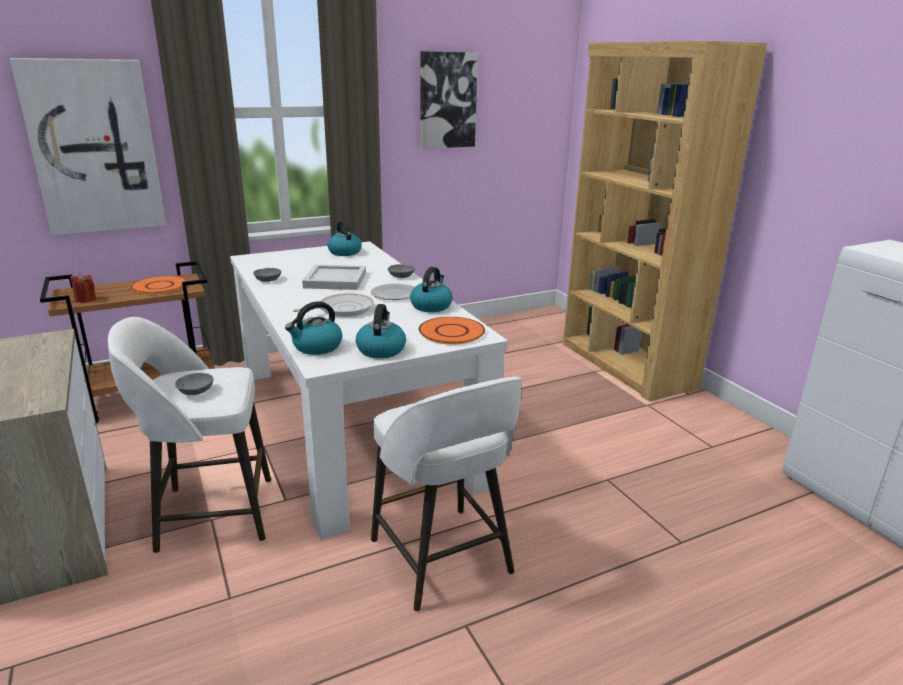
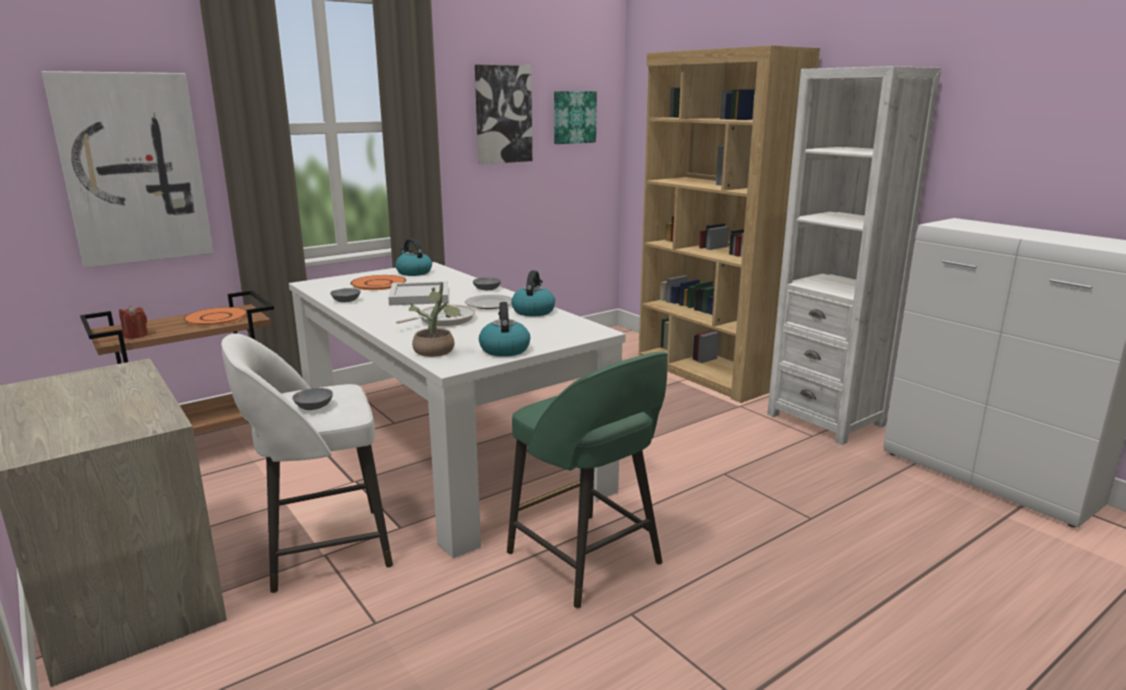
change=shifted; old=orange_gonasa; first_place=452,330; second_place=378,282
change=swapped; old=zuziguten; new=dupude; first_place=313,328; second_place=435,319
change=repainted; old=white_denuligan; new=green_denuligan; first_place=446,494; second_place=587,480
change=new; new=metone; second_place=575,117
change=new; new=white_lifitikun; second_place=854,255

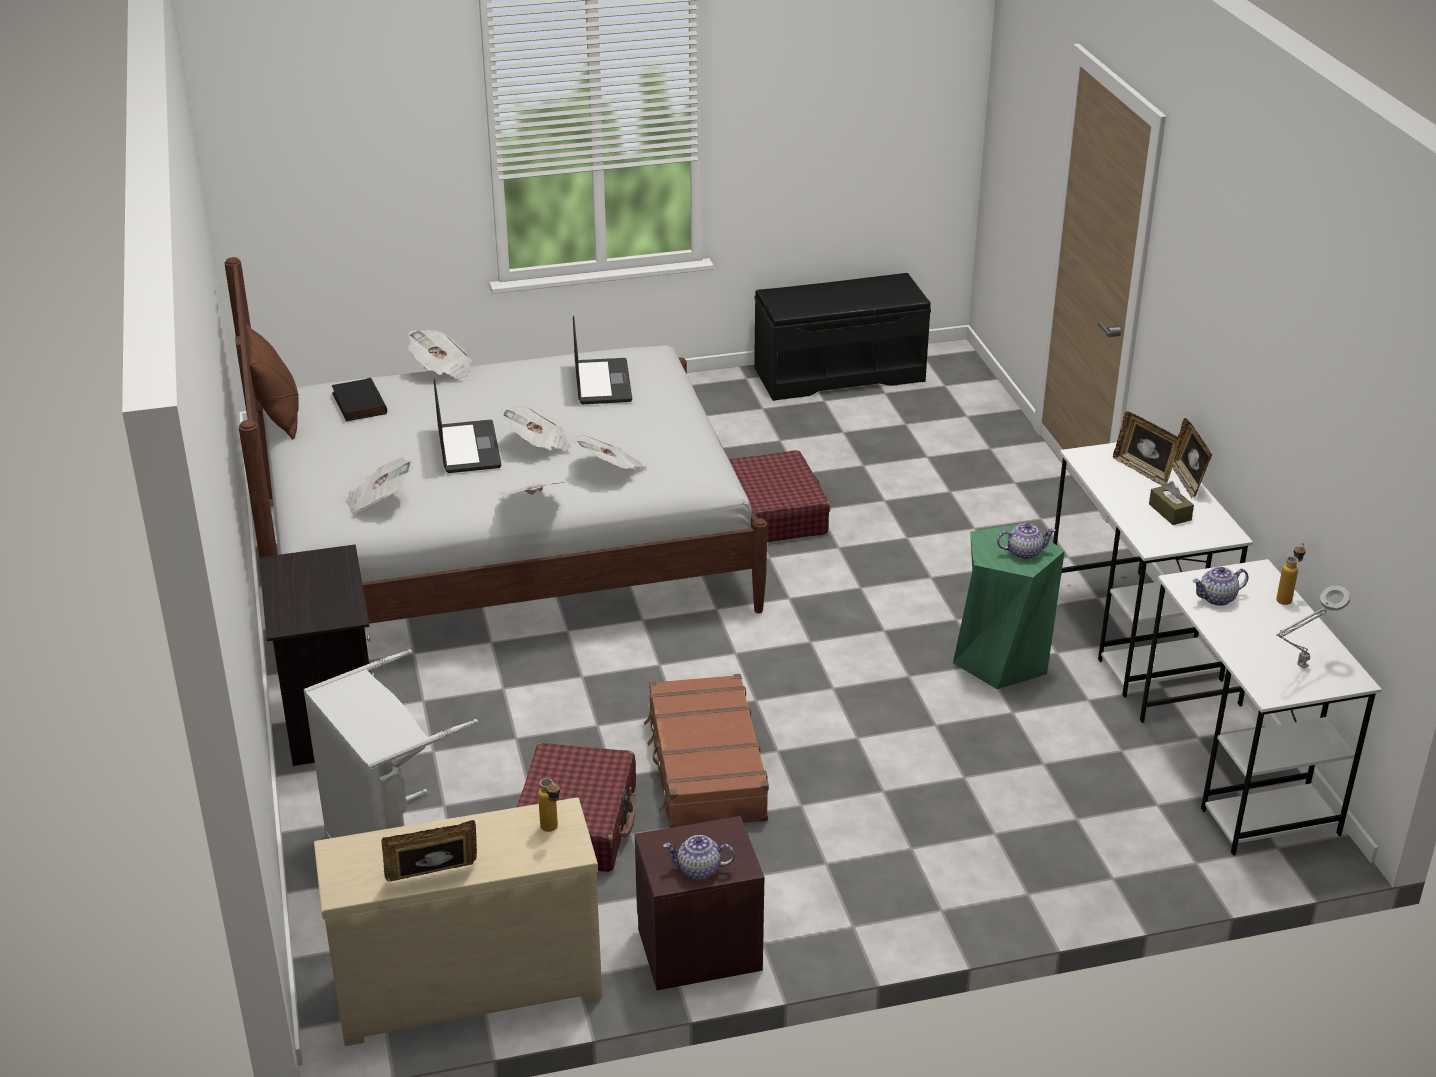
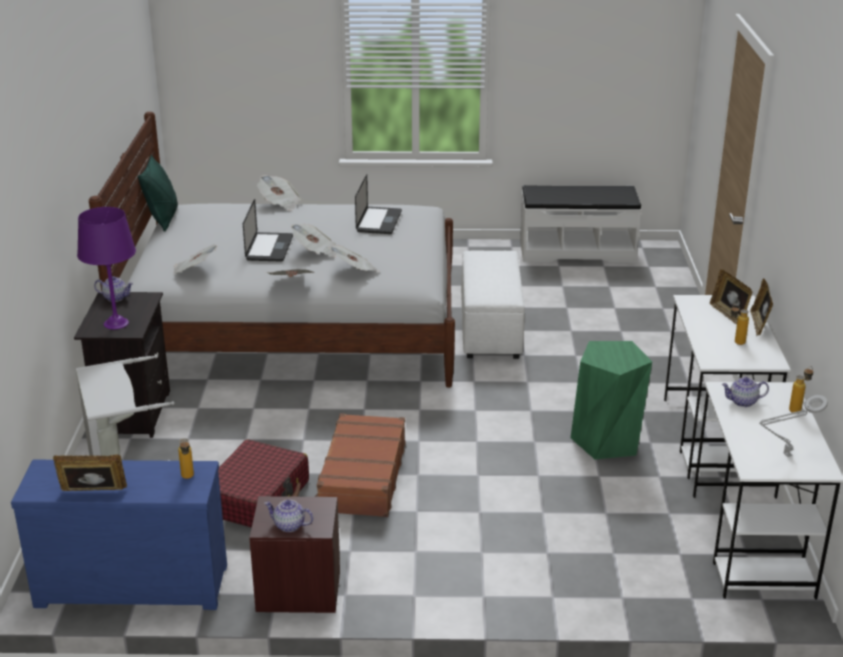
change=repainted; old=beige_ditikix; new=blue_ditikix; first_place=458,922; second_place=119,535
change=new; new=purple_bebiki; second_place=106,268
change=shifted; old=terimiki; first_place=1026,541; second_place=113,289
change=repainted; old=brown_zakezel; new=green_zakezel; first_place=272,381; second_place=158,193
change=swapped; old=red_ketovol; new=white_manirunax; first_place=779,496; second_place=493,305
change=repainted; old=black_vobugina; new=white_vobugina; first_place=842,337; second_place=580,224
change=swapped; old=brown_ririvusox; new=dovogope; first_place=1171,503; second_place=740,325
change=gone; old=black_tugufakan; first_place=359,399

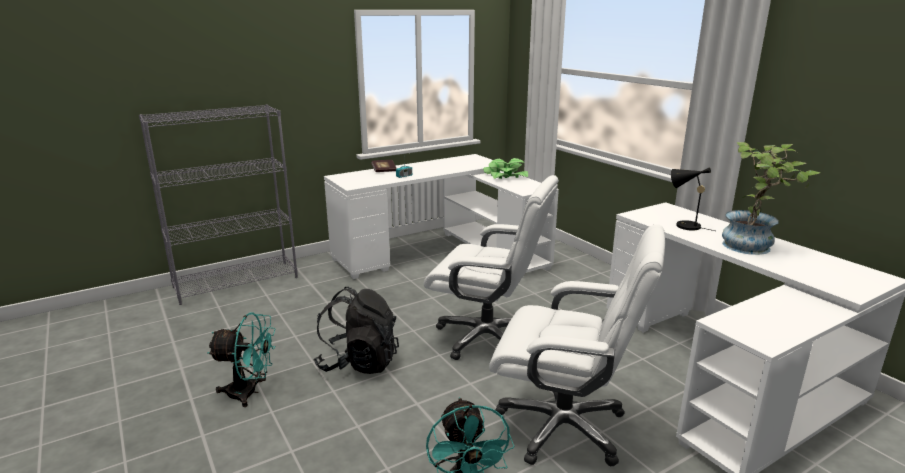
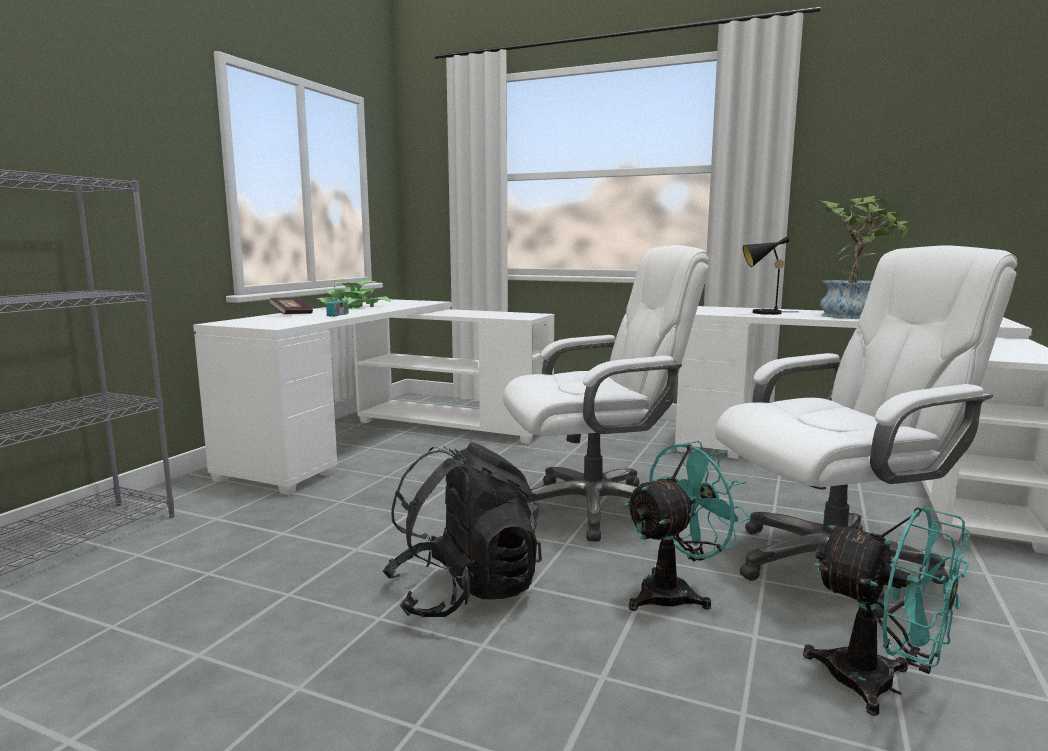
change=shifted; old=dupude; first_place=505,168; second_place=354,294
change=shifted; old=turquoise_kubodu; first_place=242,359; second_place=687,526

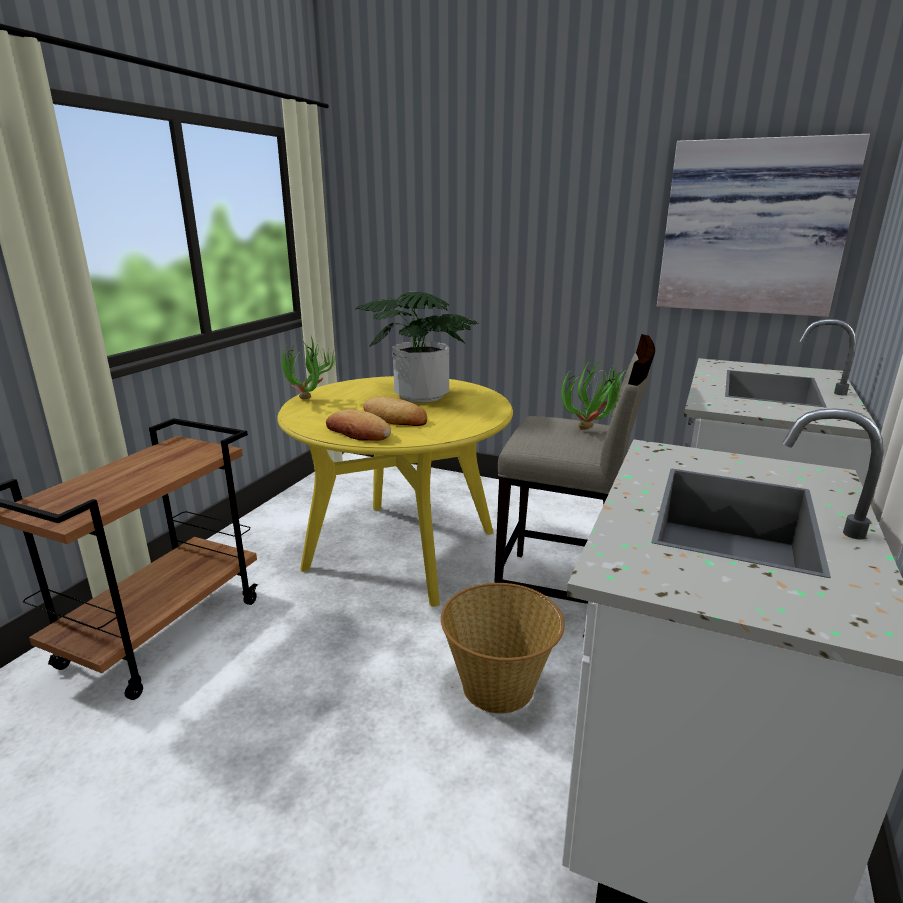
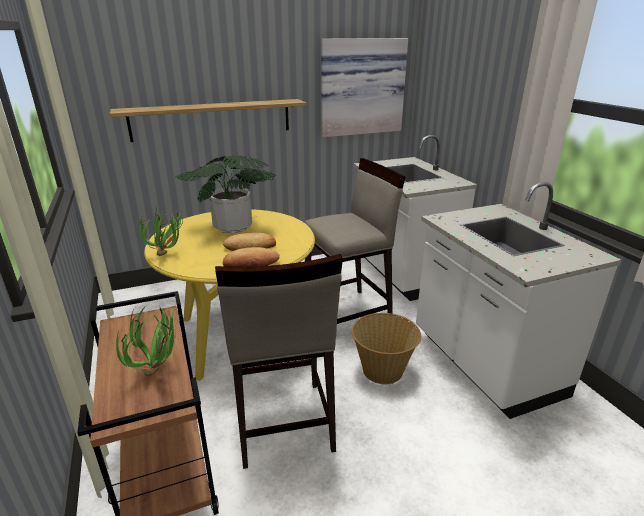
change=new; new=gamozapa; second_place=208,120
change=shifted; old=dupude; first_place=595,393; second_place=146,341
change=new; new=beige_denuligan; second_place=279,361

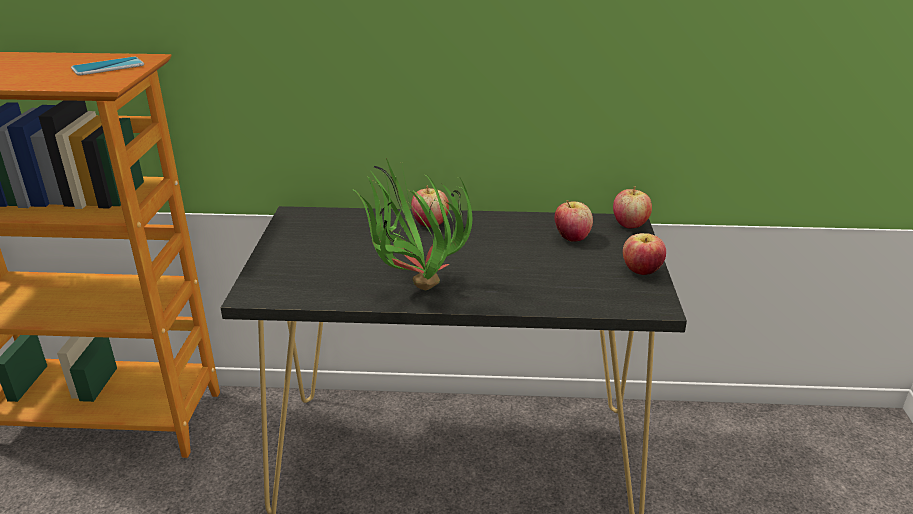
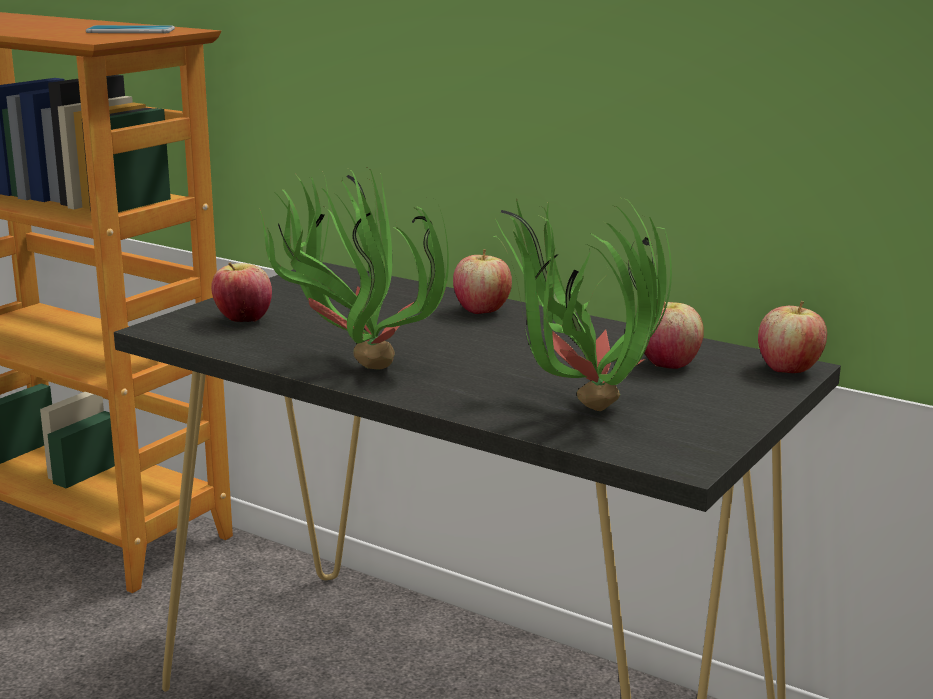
change=shifted; old=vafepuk; first_place=644,254; second_place=241,292
change=new; new=dupude; second_place=582,305

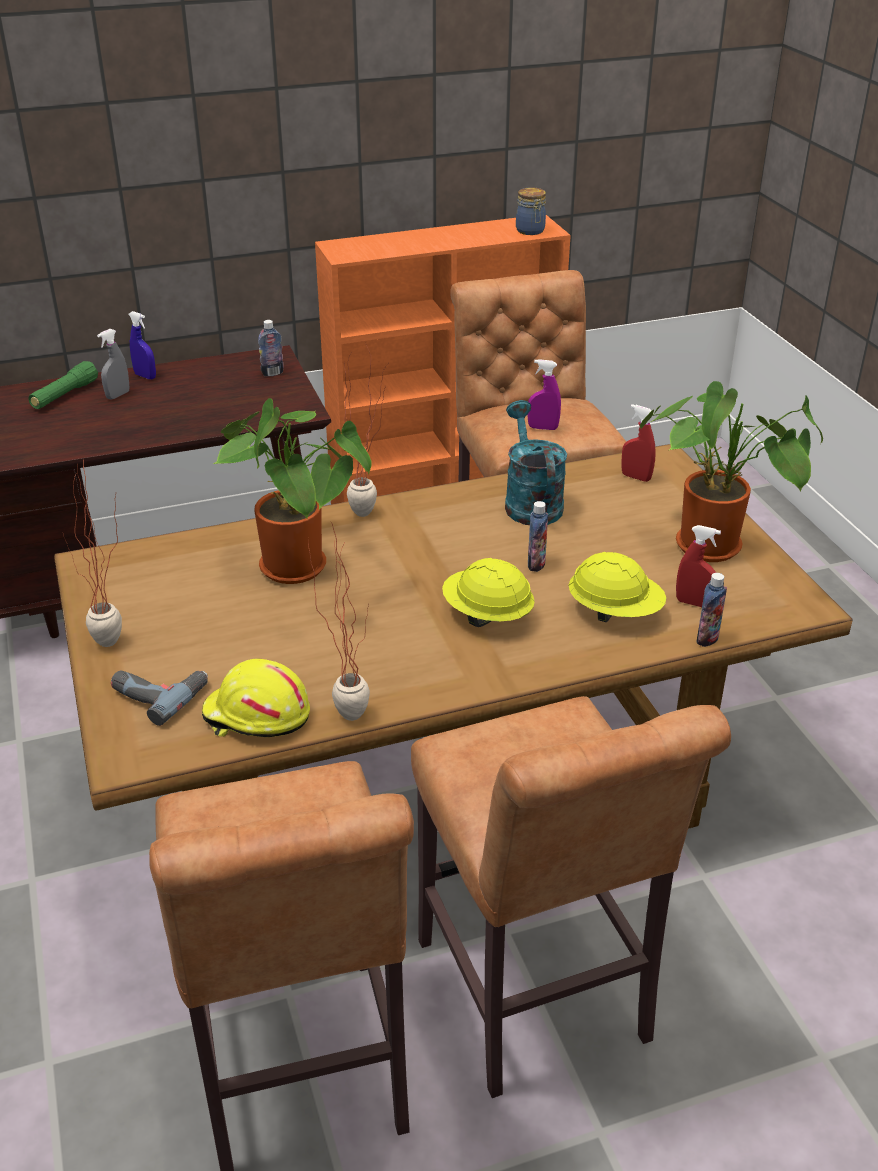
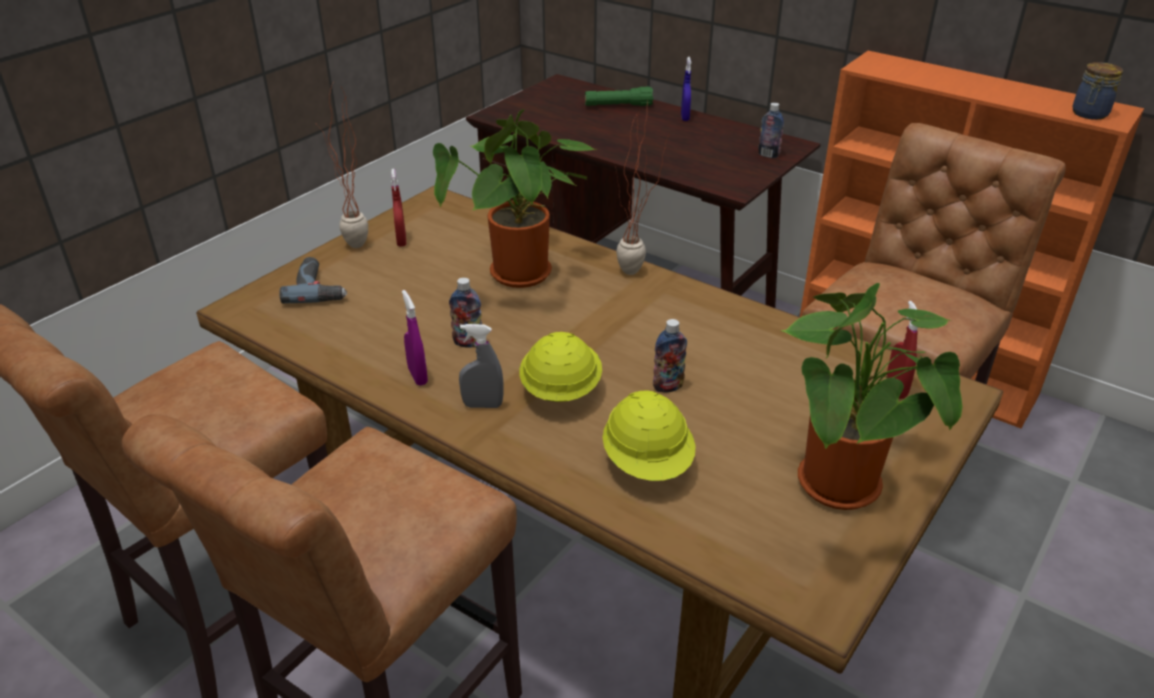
change=shifted; old=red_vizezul; first_place=698,566; second_place=398,208
change=shifted; old=purple_vizezul; first_place=544,394; second_place=415,338
change=shifted; old=dovogope; first_place=712,610; second_place=465,312
change=shifted; old=grey_vizezul; first_place=113,364; second_place=481,366
change=gone; old=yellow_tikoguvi; first_place=256,698
change=gone; old=dupude; first_place=339,620
change=gone; old=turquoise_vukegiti; first_place=536,462

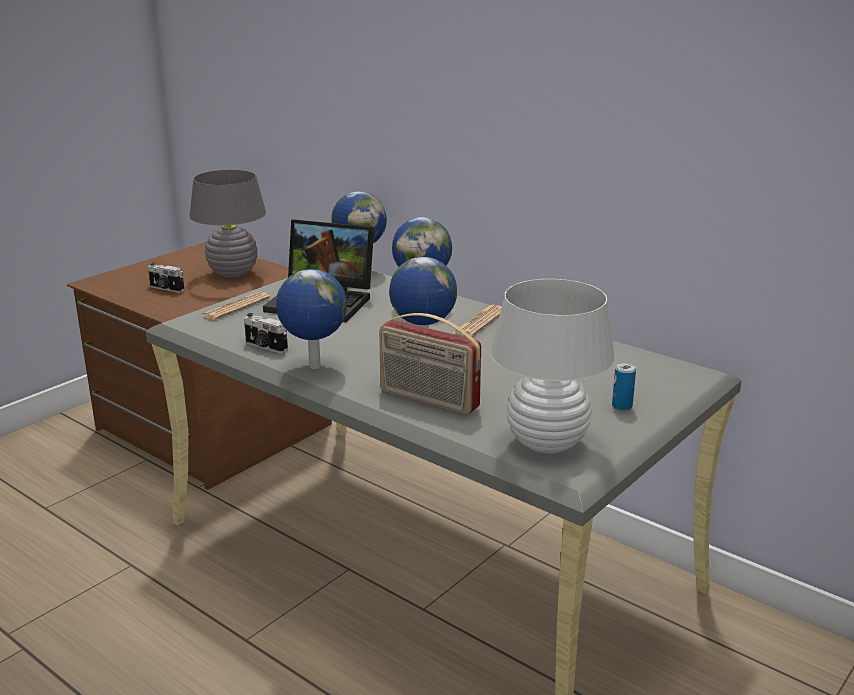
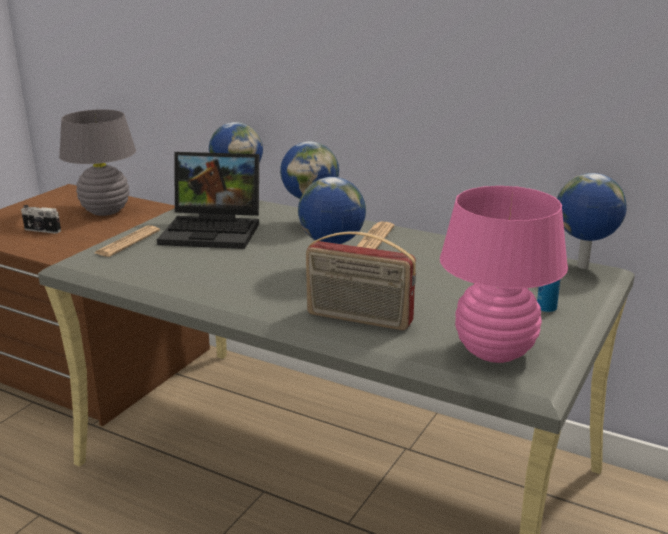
change=repainted; old=white_bebiki; new=pink_bebiki; first_place=552,366; second_place=504,274
change=shifted; old=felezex; first_place=311,319; second_place=592,221
change=gone; old=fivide; first_place=266,333

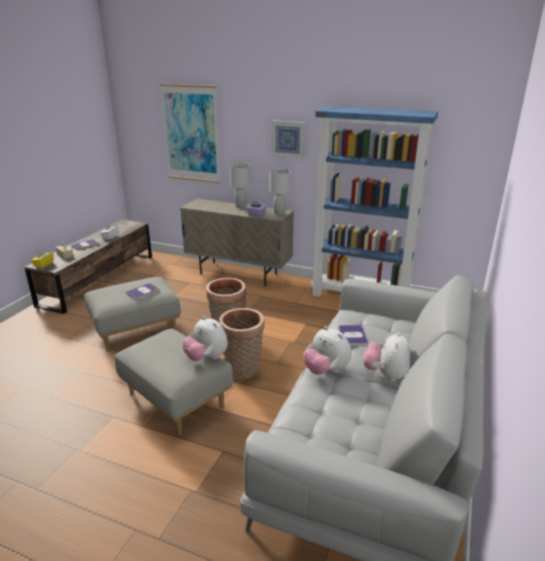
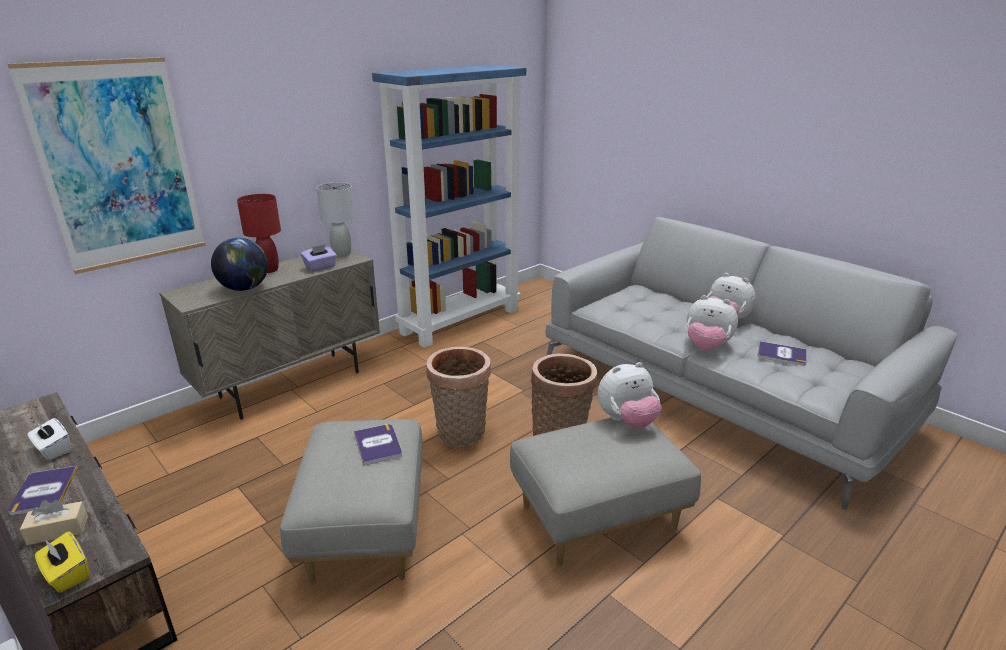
change=new; new=felezex; second_place=239,264
change=repainted; old=grey_bebiki; new=red_bebiki; first_place=240,186; second_place=259,233
change=rotated; old=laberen; first_place=327,350; second_place=712,323; degrees=45
change=shifted; old=tugufakan; first_place=354,335; second_place=782,353
change=gone; old=metone; first_place=288,139

